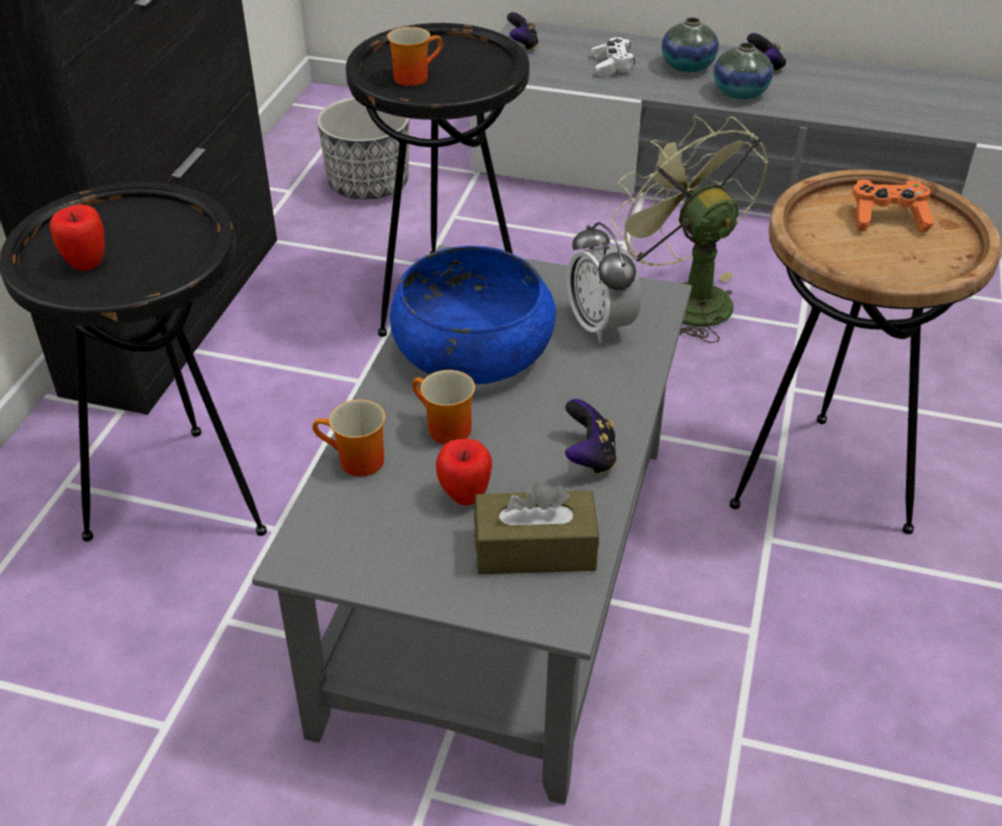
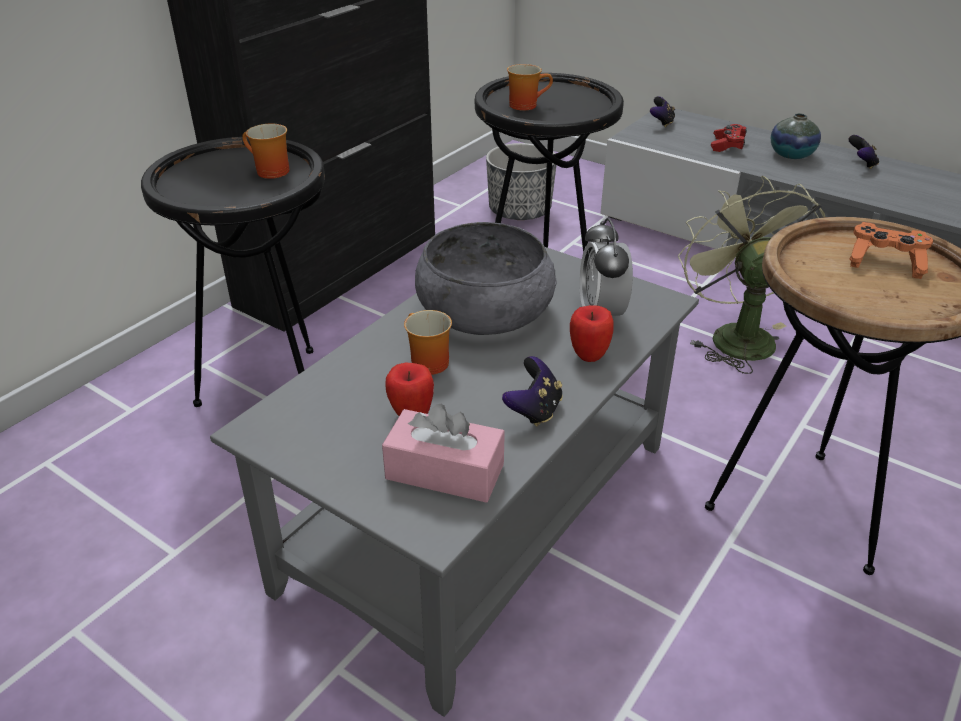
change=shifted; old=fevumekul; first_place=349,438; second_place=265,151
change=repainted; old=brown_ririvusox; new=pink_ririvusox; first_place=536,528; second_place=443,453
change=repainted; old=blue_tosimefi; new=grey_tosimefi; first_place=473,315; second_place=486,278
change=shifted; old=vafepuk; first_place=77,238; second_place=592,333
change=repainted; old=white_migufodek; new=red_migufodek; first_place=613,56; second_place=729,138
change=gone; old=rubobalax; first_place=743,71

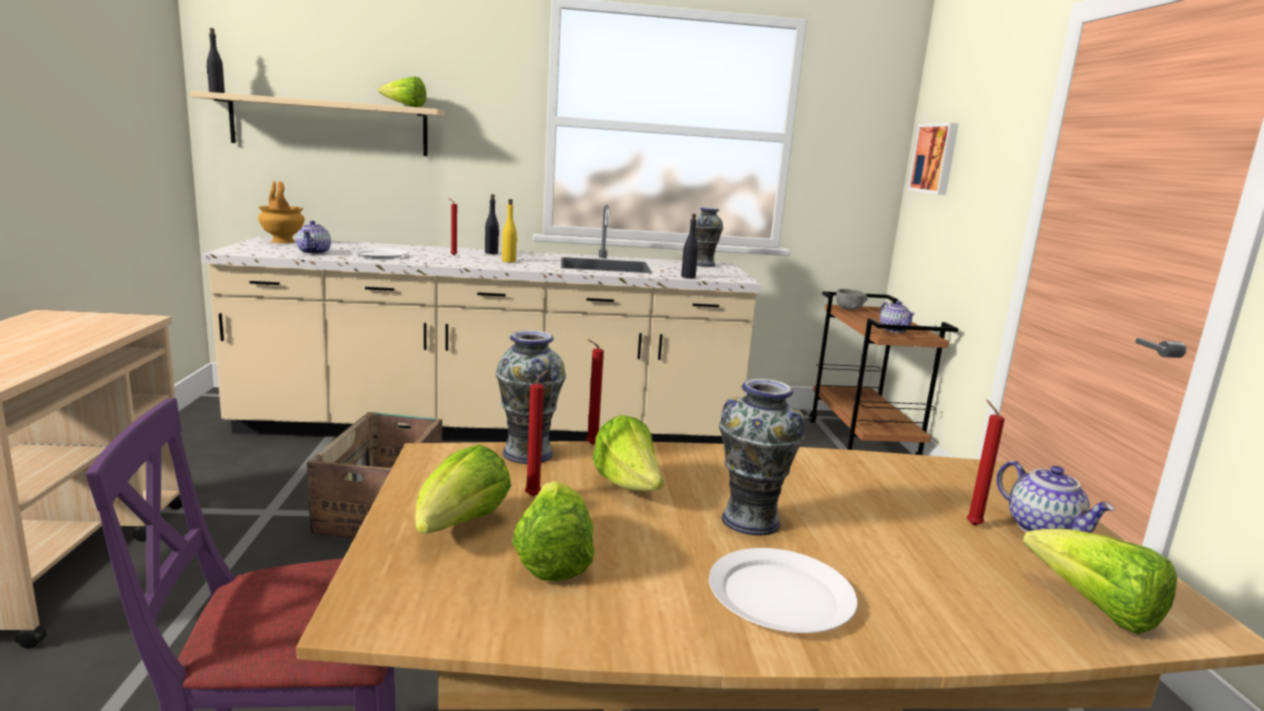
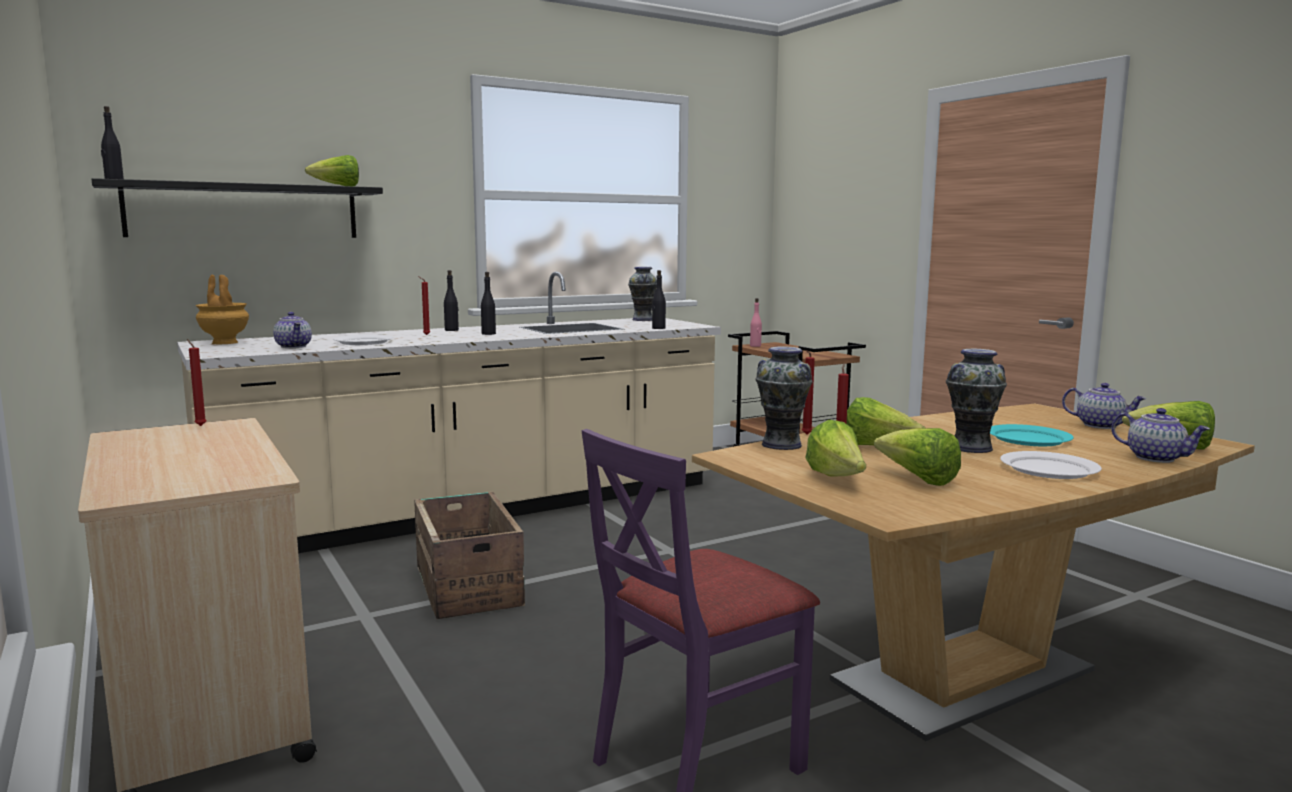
change=repainted; old=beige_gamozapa; new=black_gamozapa; first_place=317,123; second_place=237,208
change=shifted; old=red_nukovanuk; first_place=986,463; second_place=196,382
change=repainted; old=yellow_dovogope; new=black_dovogope; first_place=509,230; second_place=488,303
change=swapped; old=grey_tosimefi; new=pink_dovogope; first_place=852,299; second_place=756,322
change=new; new=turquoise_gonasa; second_place=1032,435
change=shifted; old=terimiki; first_place=897,317; second_place=1160,435
change=gone; old=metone; first_place=933,159

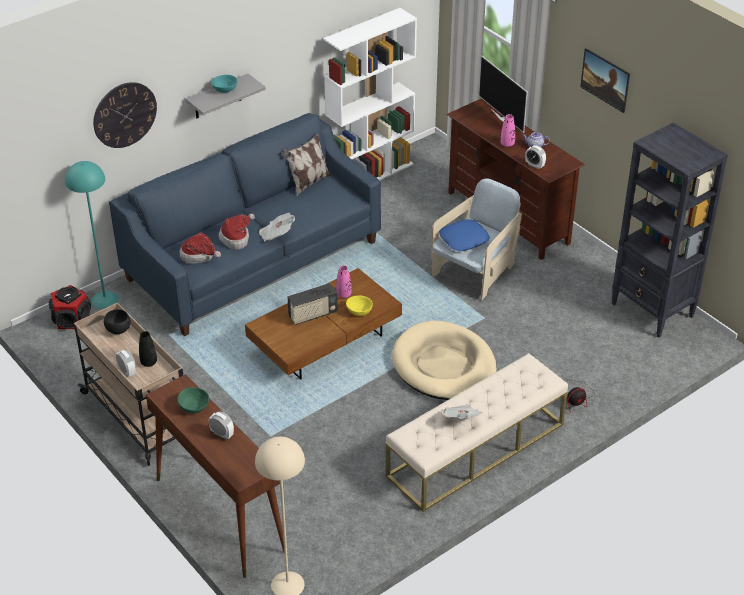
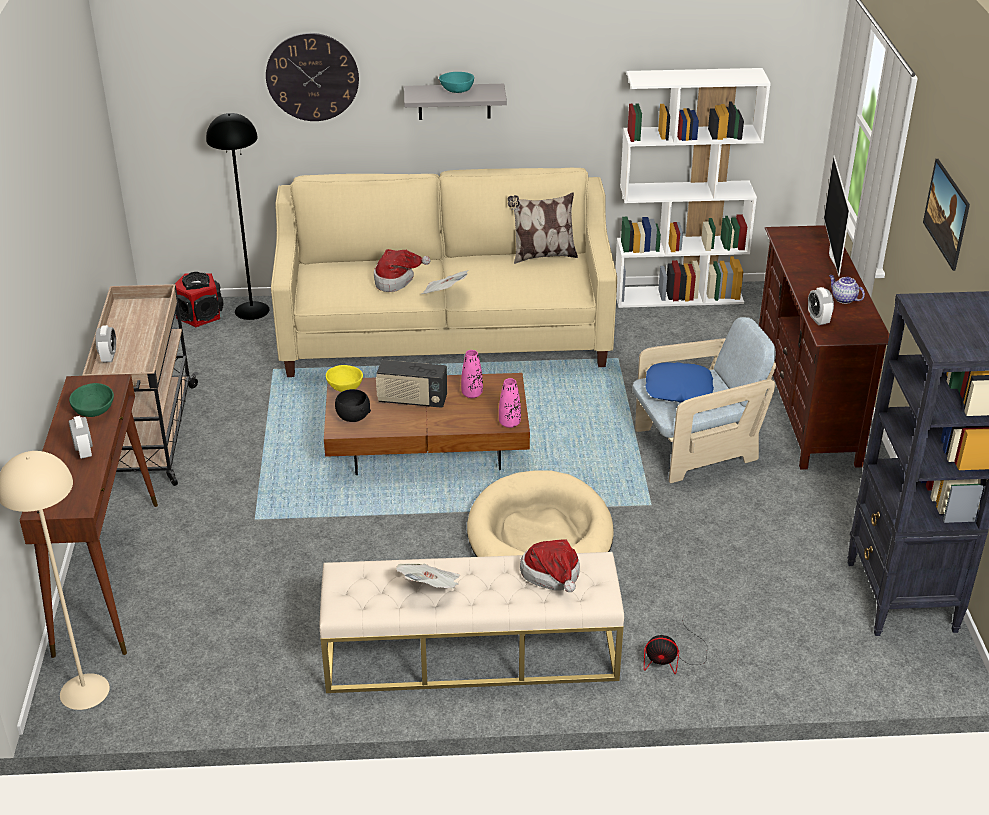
change=repainted; old=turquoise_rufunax; new=black_rufunax; first_place=92,235; second_place=238,216
change=repainted; old=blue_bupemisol; new=beige_bupemisol; first_place=245,224; second_place=444,272
change=shifted; old=yellow_tosimefi; first_place=359,306; second_place=344,378
change=shifted; old=black_tosimefi; first_place=117,321; second_place=353,405
change=shifted; old=pink_rubobalax; first_place=508,130; second_place=510,403
change=shifted; old=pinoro; first_place=200,247; second_place=550,565
change=gone; old=black_rubobalax; first_place=148,349

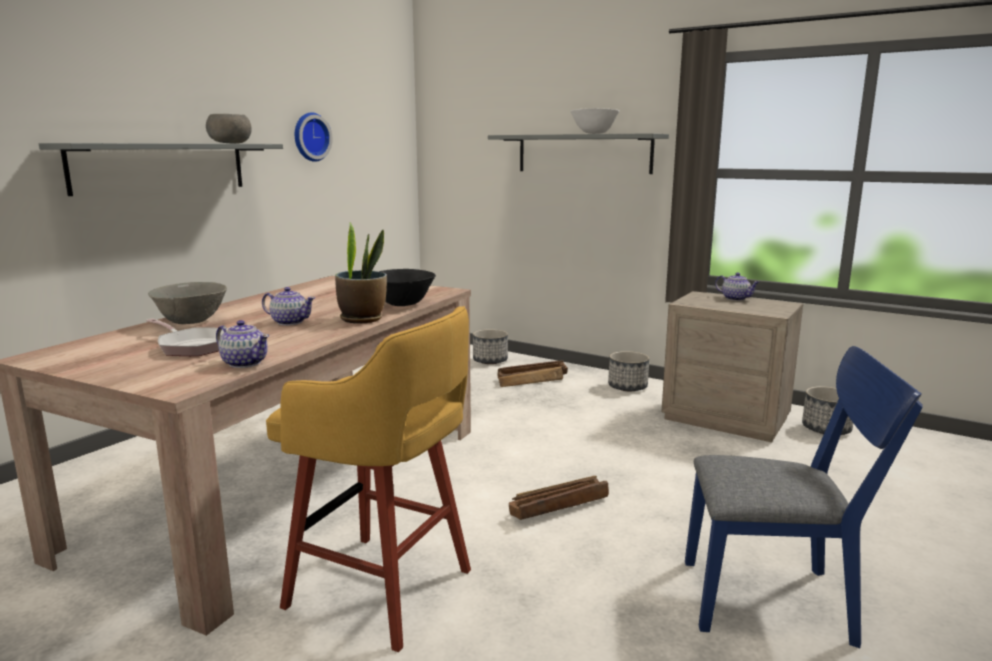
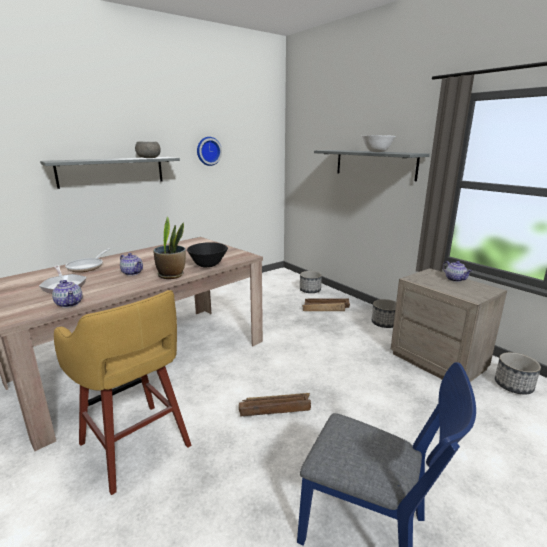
change=swapped; old=grey_tosimefi; new=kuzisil; first_place=187,303; second_place=87,260

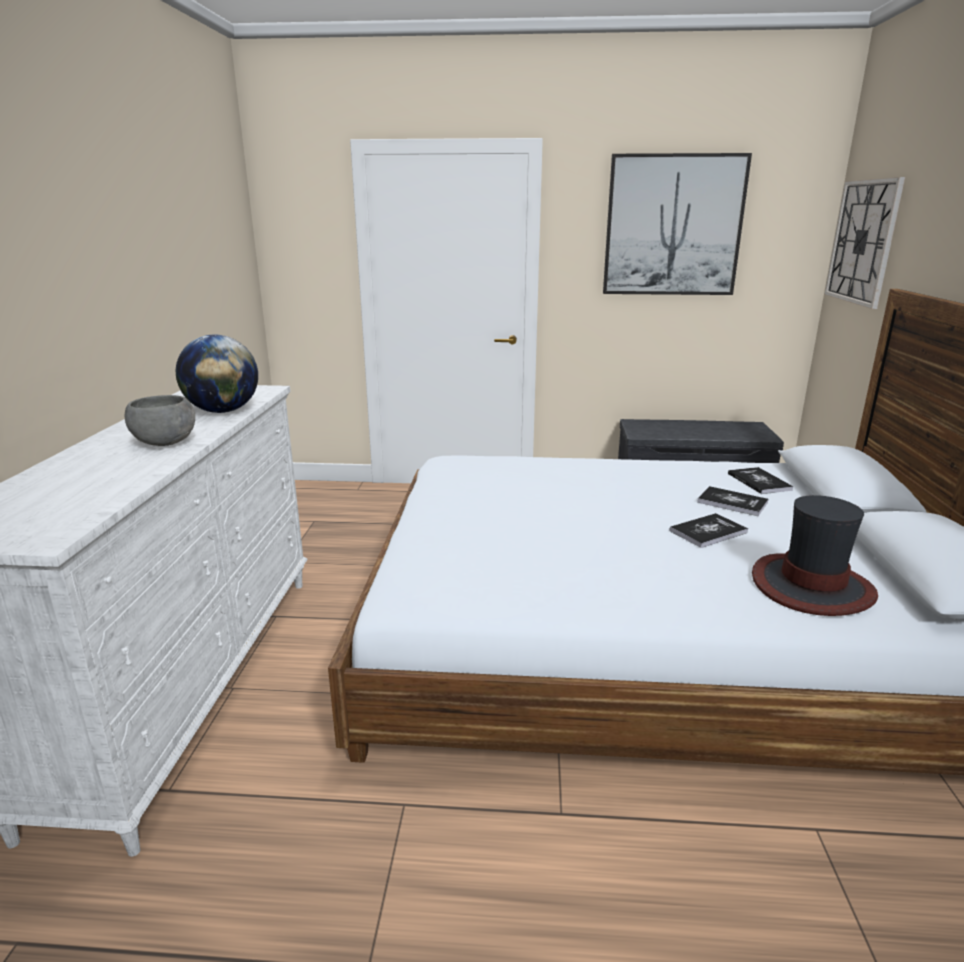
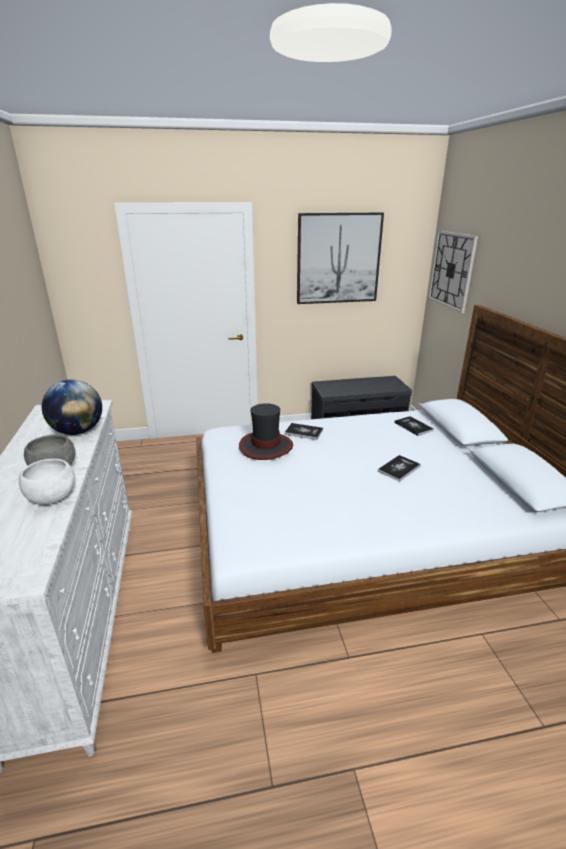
change=new; new=white_tosimefi; second_place=47,482
change=shifted; old=pinoro; first_place=815,555; second_place=266,431
change=shifted; old=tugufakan; first_place=732,501; second_place=304,431

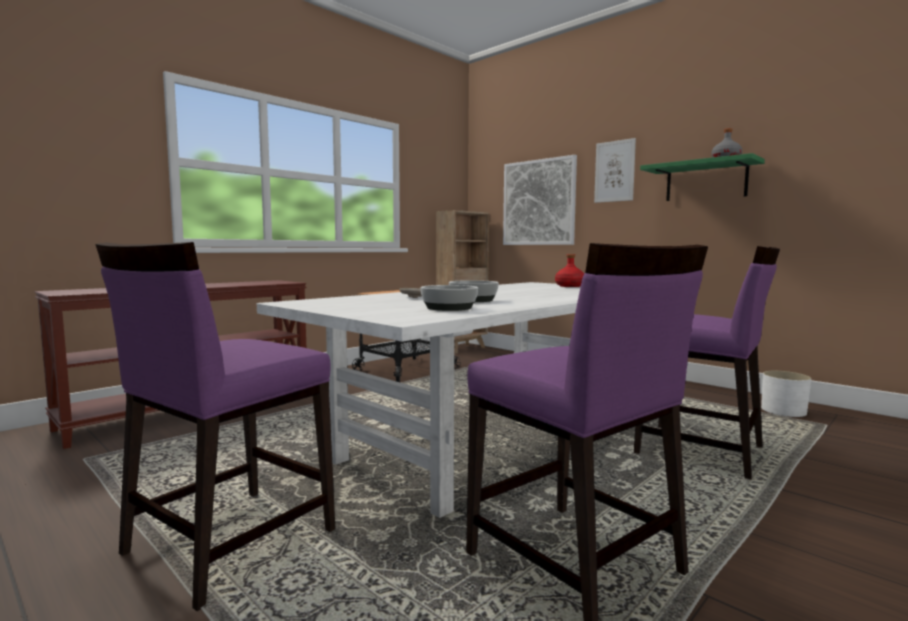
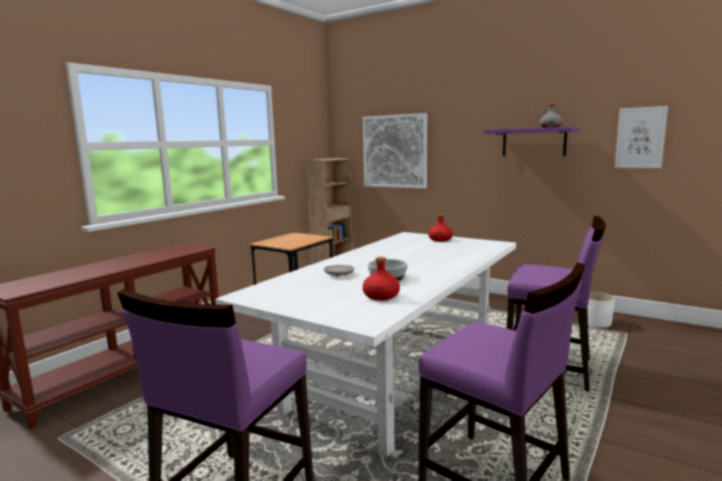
change=swapped; old=tosimefi; new=red_dovogope; first_place=449,298; second_place=381,279
change=repainted; old=green_gamozapa; new=purple_gamozapa; first_place=702,177; second_place=531,141
change=shifted; old=metone; first_place=615,170; second_place=641,137

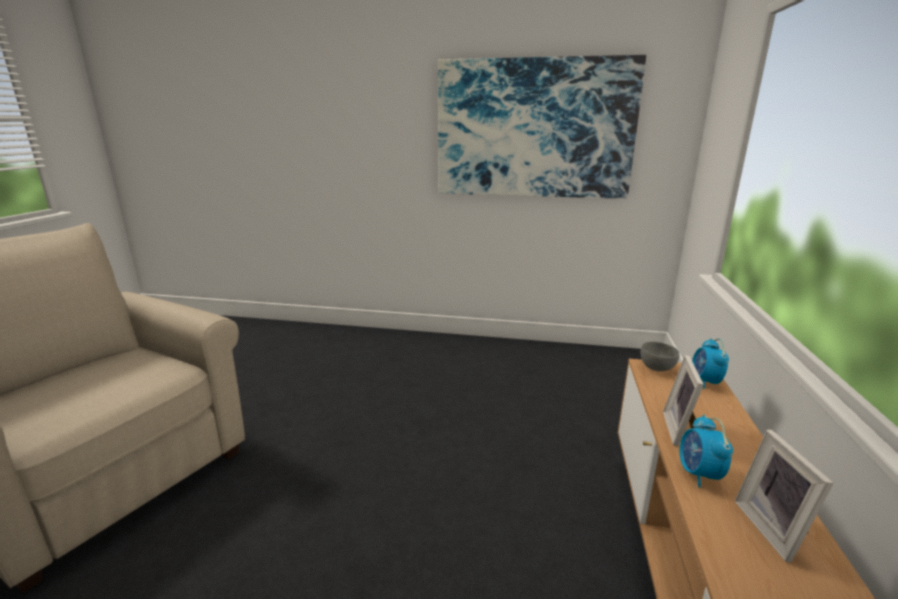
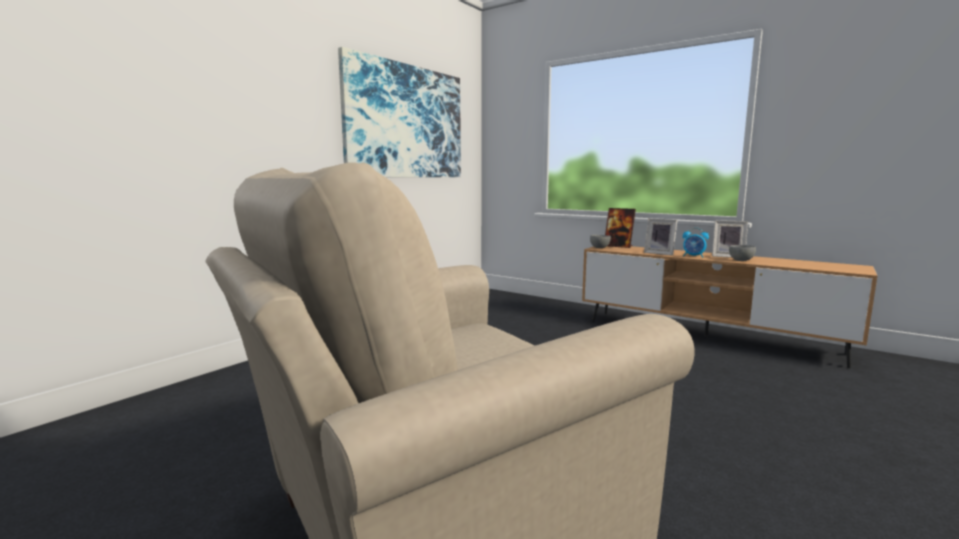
change=swapped; old=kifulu; new=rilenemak; first_place=710,364; second_place=620,228
change=new; new=grey_tosimefi; second_place=742,253

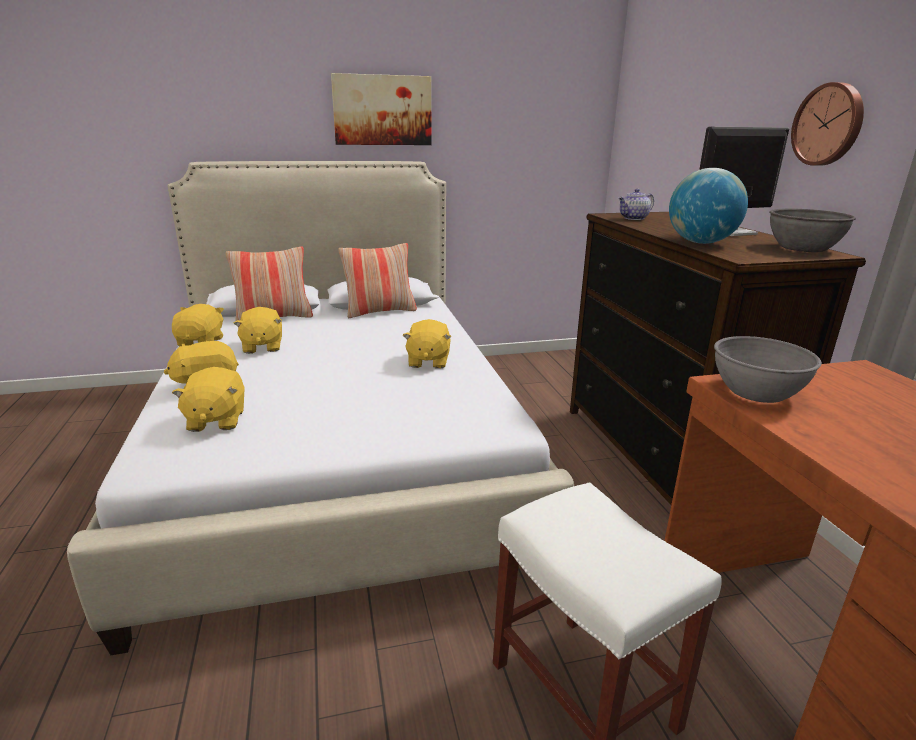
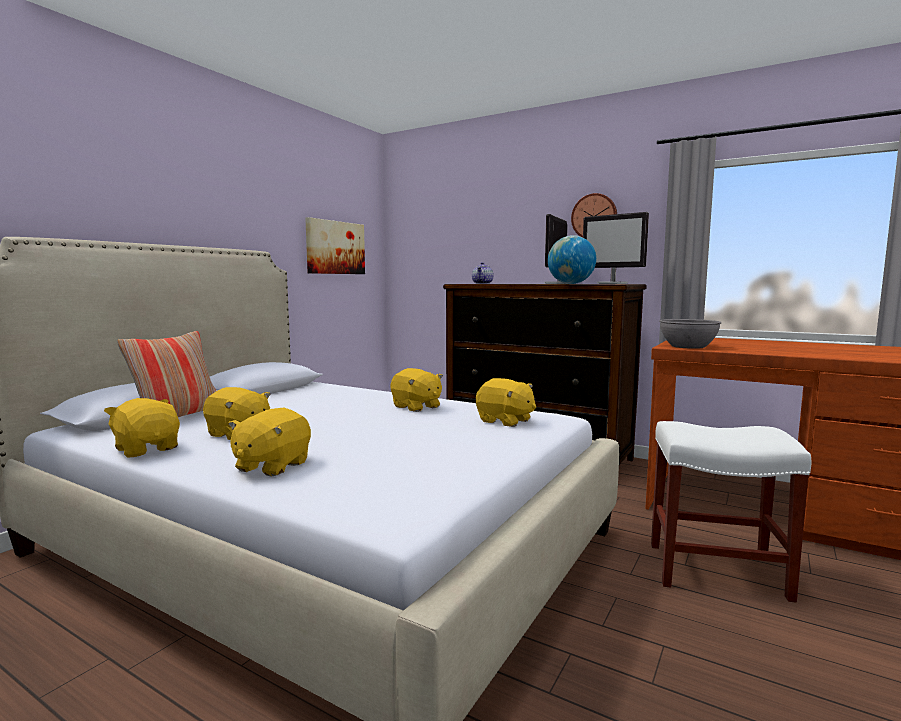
change=shifted; old=metone; first_place=381,109; second_place=335,245
change=shifted; old=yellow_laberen; first_place=208,399; second_place=506,402
change=swapped; old=grey_tosimefi; new=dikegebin; first_place=813,230; second_place=616,248
change=gone; old=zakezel; first_place=377,280

